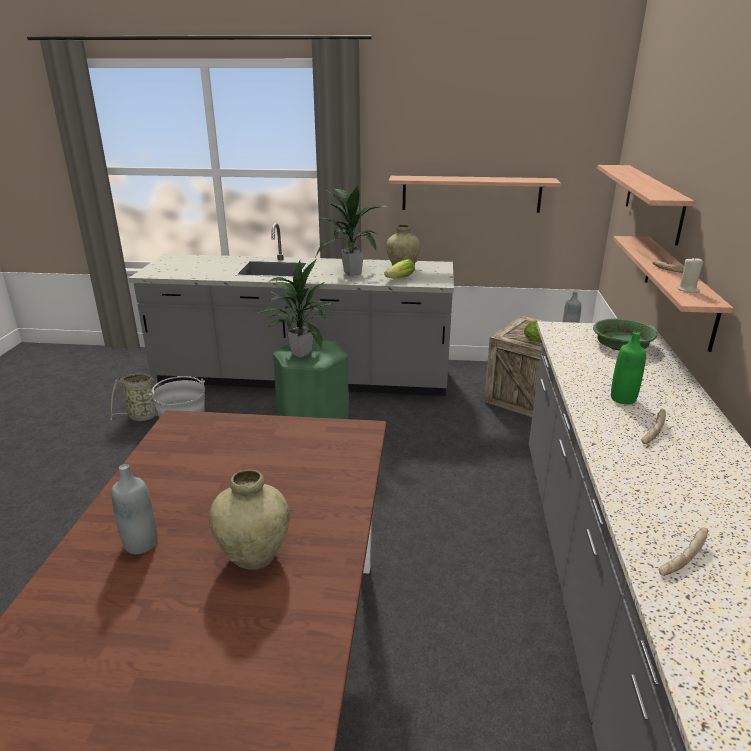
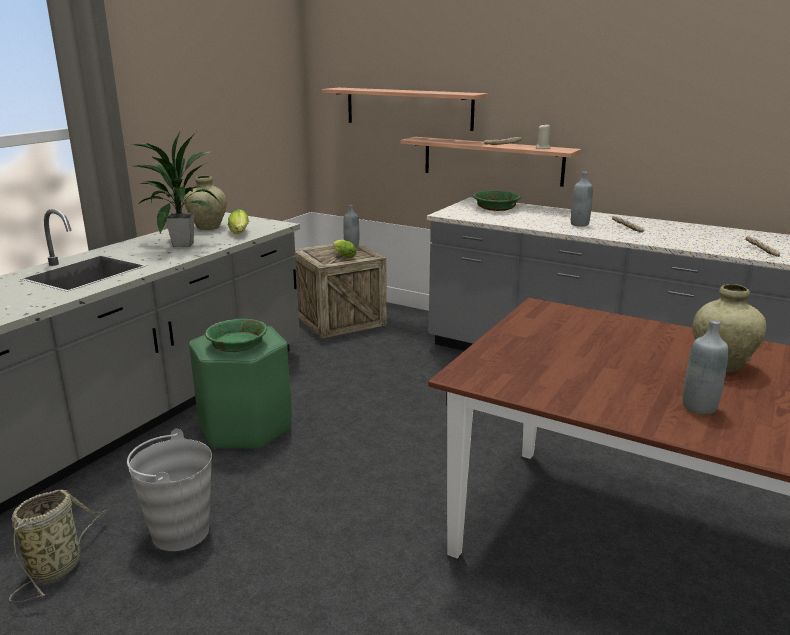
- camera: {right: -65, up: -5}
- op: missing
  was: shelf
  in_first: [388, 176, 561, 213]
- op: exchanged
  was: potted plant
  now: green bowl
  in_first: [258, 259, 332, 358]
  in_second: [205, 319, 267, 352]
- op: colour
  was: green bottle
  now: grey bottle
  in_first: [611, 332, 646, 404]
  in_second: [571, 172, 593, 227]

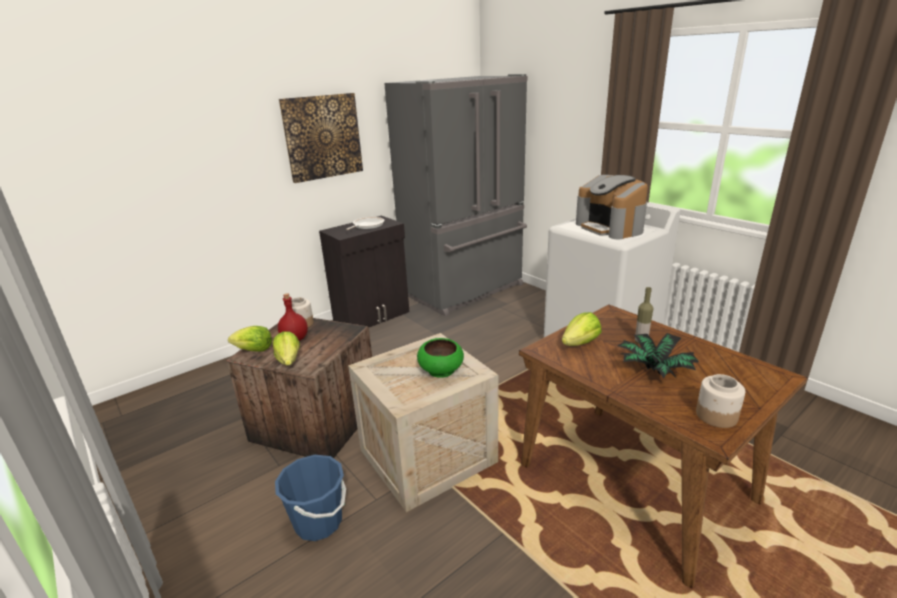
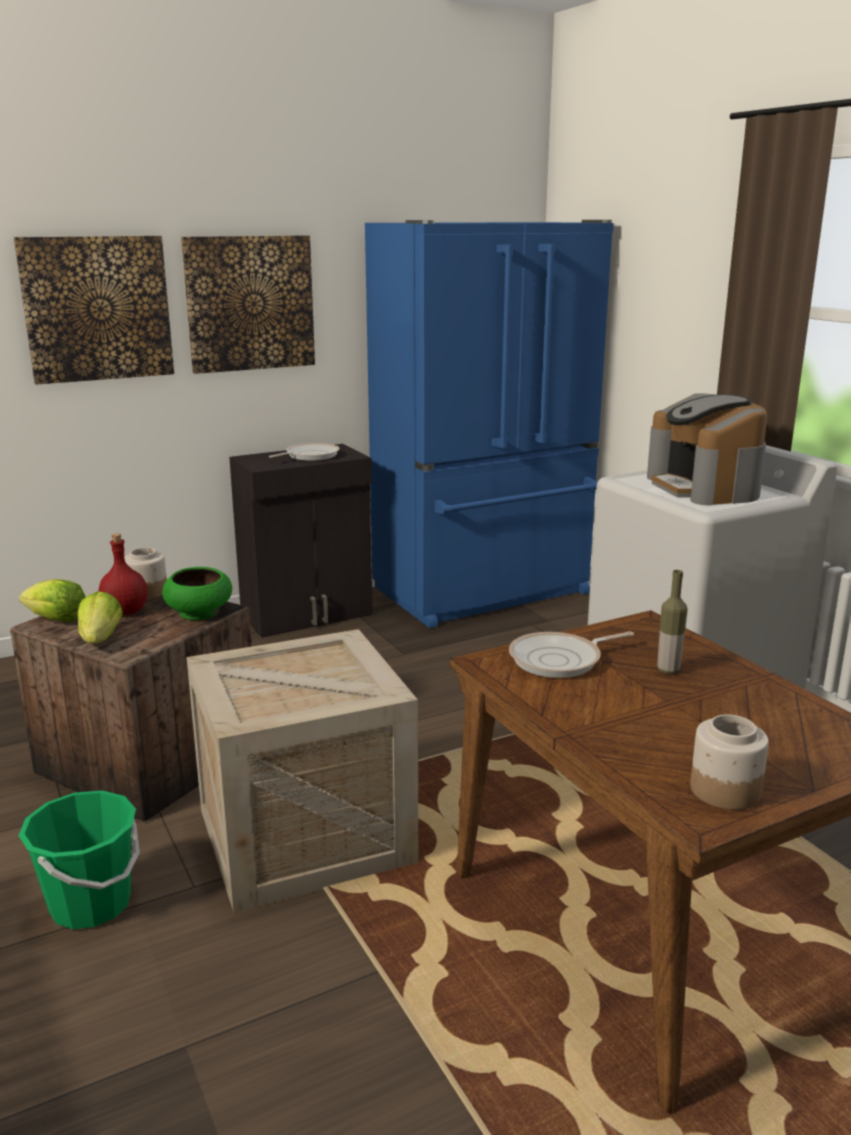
- camera: {right: 10, up: -5}
- op: missing
  was: potted plant
  in_first: [617, 333, 699, 378]
- op: appeared
  now: picture
  in_second: [14, 236, 174, 385]
- op: relocated
  was: green bowl
  in_first: [417, 338, 464, 378]
  in_second: [162, 567, 232, 620]
- op: exchanged
  was: lettuce
  now: frying pan
  in_first: [562, 312, 601, 346]
  in_second: [509, 631, 634, 678]
- op: colour
  was: blue bucket
  now: green bucket
  in_first: [275, 455, 346, 541]
  in_second: [18, 790, 140, 929]
- op: colour
  was: grey fridge
  now: blue fridge
  in_first: [384, 74, 527, 316]
  in_second: [365, 220, 614, 628]

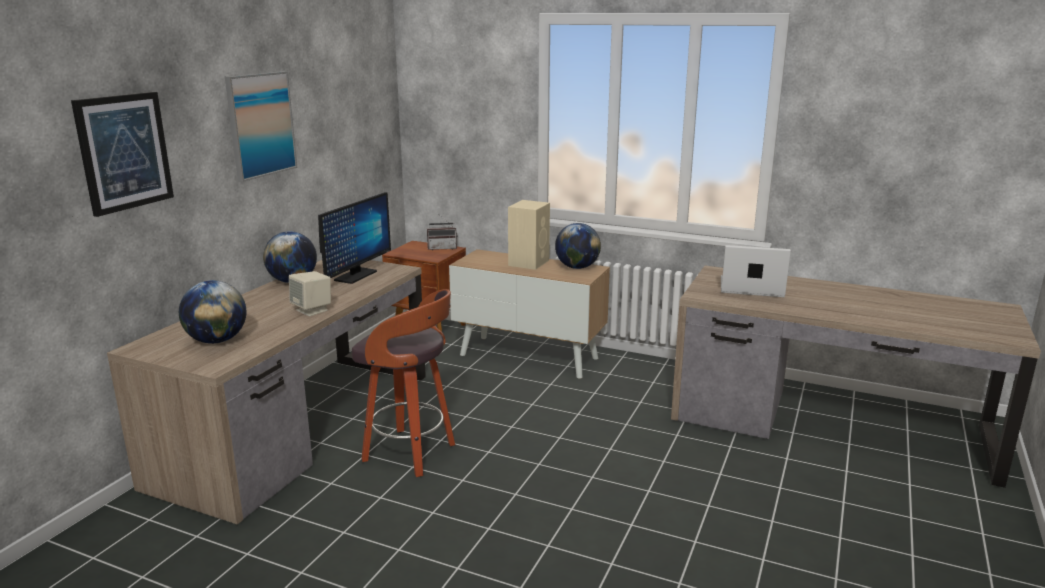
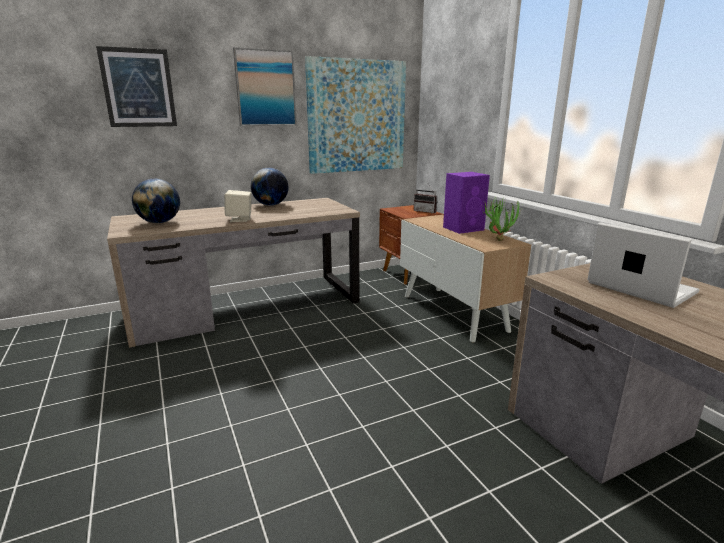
- camera: {right: 40, up: 0}
- op: missing
  was: monitor
  in_first: [318, 192, 391, 284]
- op: missing
  was: stool
  in_first: [352, 289, 455, 477]
- op: appeared
  now: picture
  in_second: [305, 56, 406, 174]
- op: exchanged
  was: globe
  now: potted plant
  in_first: [555, 223, 601, 269]
  in_second: [481, 199, 520, 241]
- op: colour
  was: beige speaker
  now: purple speaker
  in_first: [508, 200, 550, 270]
  in_second: [443, 172, 490, 234]

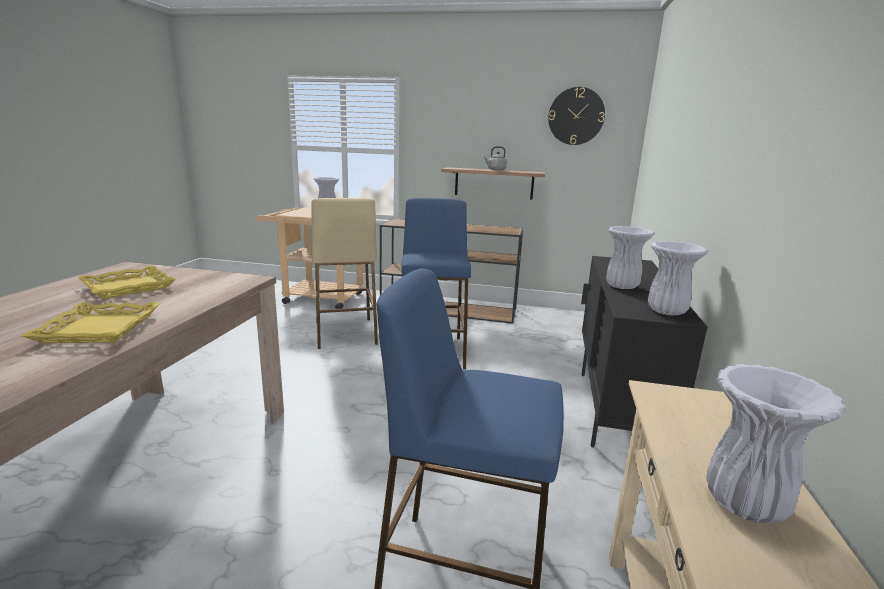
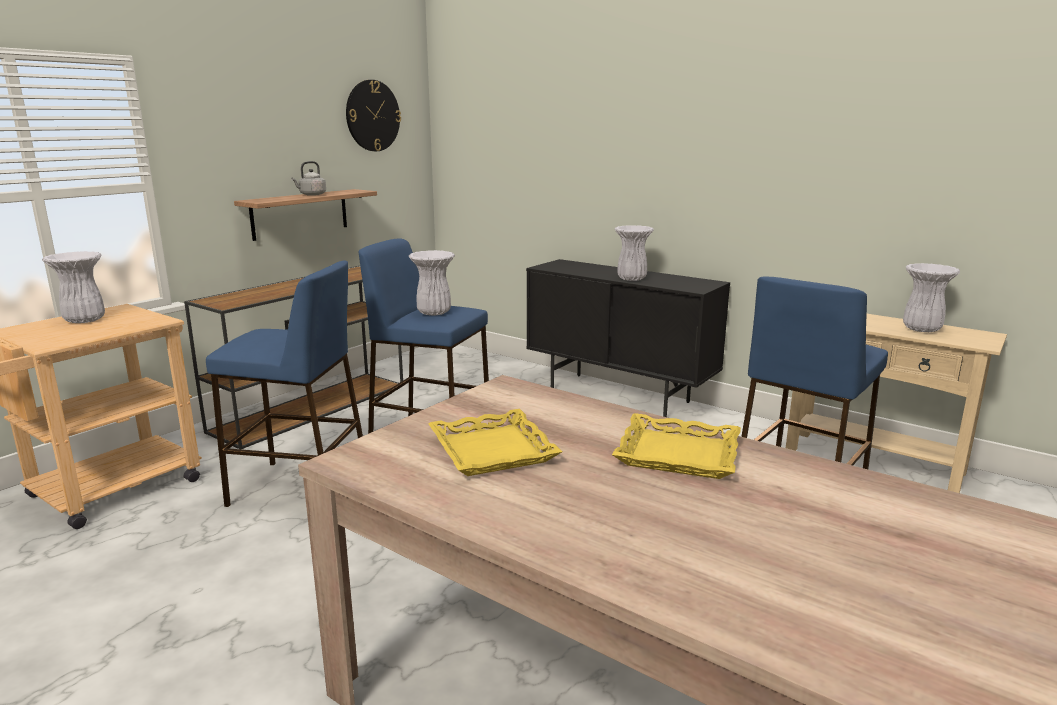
- camera: {right: -65, up: 0}
- op: relocated
  was: white vase
  in_first: [648, 241, 708, 316]
  in_second: [409, 250, 455, 315]
- op: colour
  was: beige stool
  now: blue stool
  in_first: [311, 198, 378, 349]
  in_second: [206, 261, 363, 507]

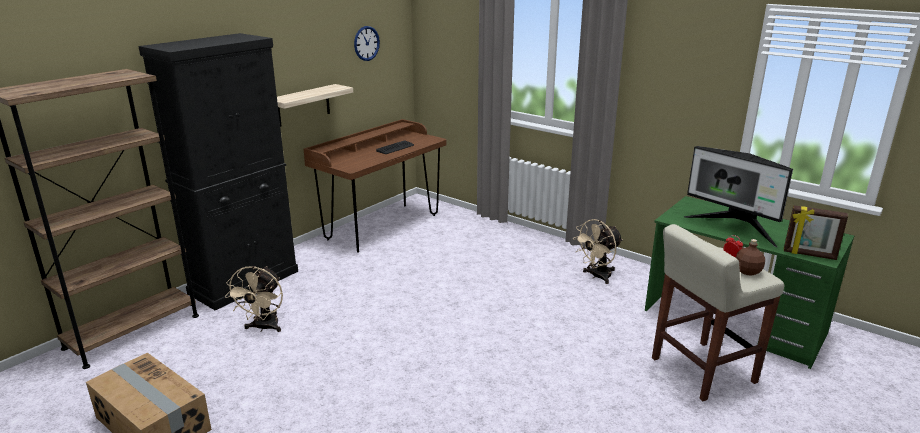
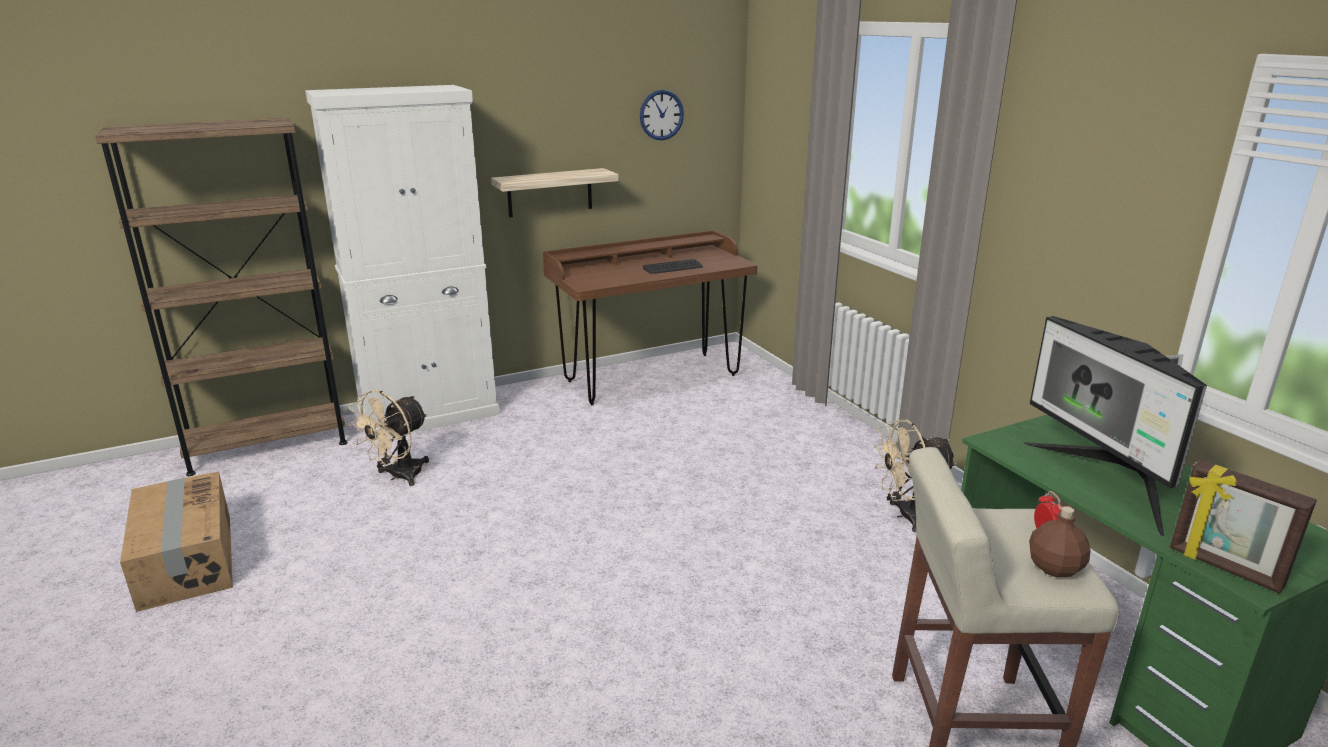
- camera: {right: 25, up: 0}
- op: colour
  was: black cabinet
  now: white cabinet
  in_first: [139, 33, 298, 310]
  in_second: [305, 85, 500, 441]

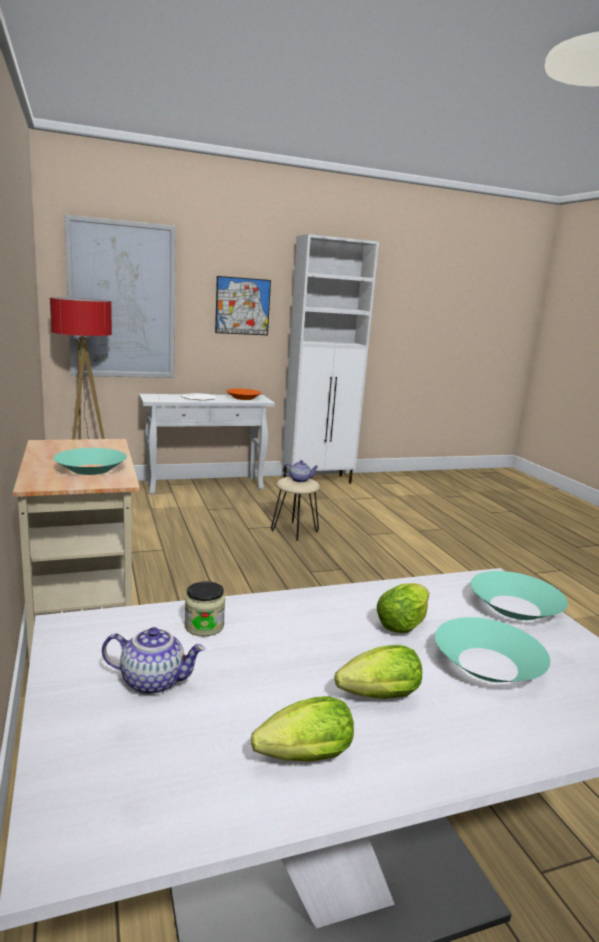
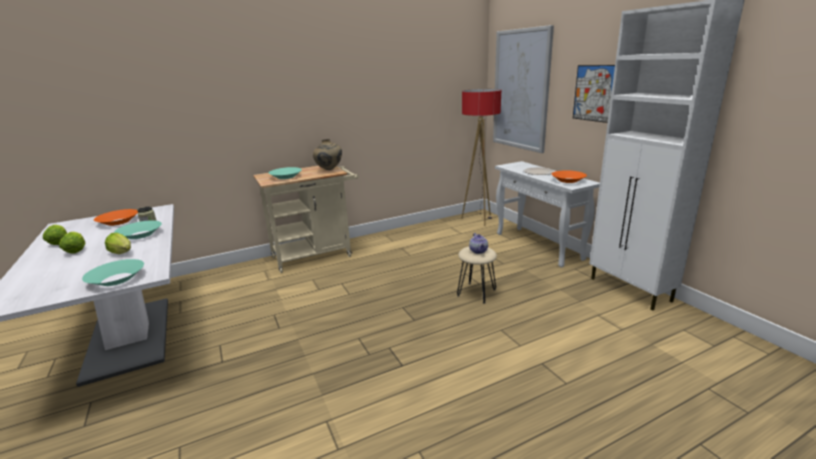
- camera: {right: 85, up: 5}
- op: appeared
  now: beige vase
  in_second: [313, 139, 342, 170]
- op: relocated
  was: turquoise bowl
  in_first: [435, 617, 550, 682]
  in_second: [114, 220, 162, 239]
- op: exchanged
  was: teapot
  now: orange bowl
  in_first: [102, 627, 205, 695]
  in_second: [94, 209, 138, 226]

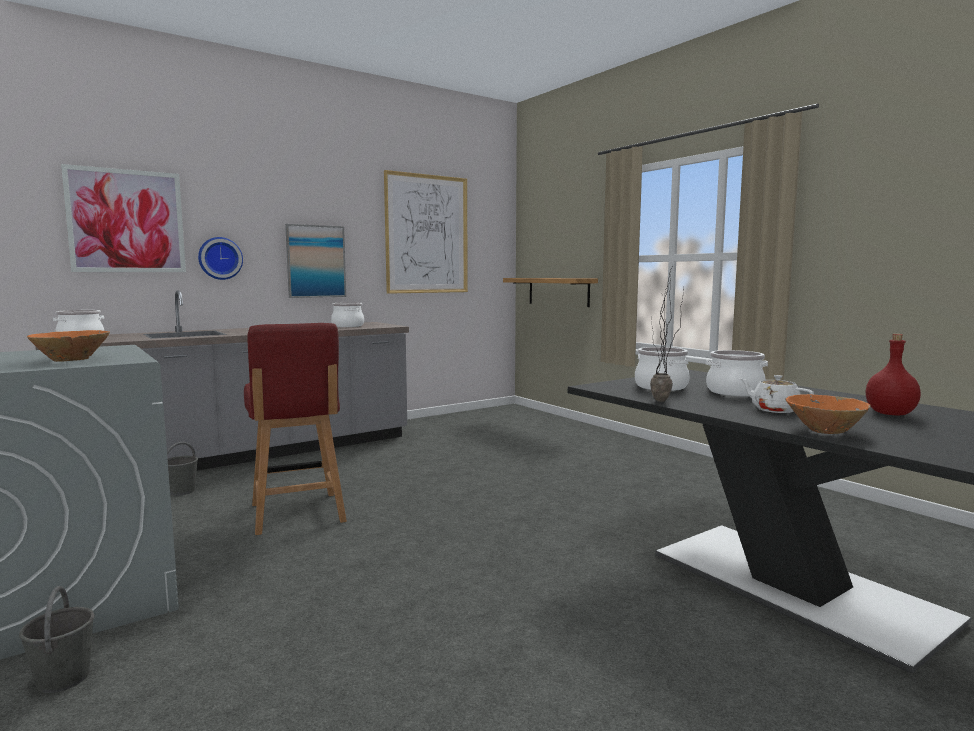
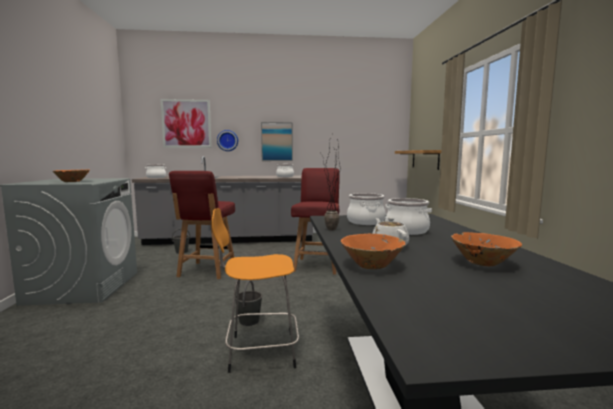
- camera: {right: 30, up: 0}
- op: missing
  was: picture
  in_first: [384, 170, 468, 294]
- op: appeared
  now: orange stool
  in_second: [212, 208, 299, 373]
- op: appeared
  now: red chair
  in_second: [291, 168, 340, 275]
- op: relocated
  was: grey bucket
  in_first: [19, 586, 95, 693]
  in_second: [235, 280, 262, 326]
- op: exchanged
  was: red bottle
  now: orange bowl
  in_first: [866, 334, 921, 415]
  in_second: [451, 232, 522, 266]

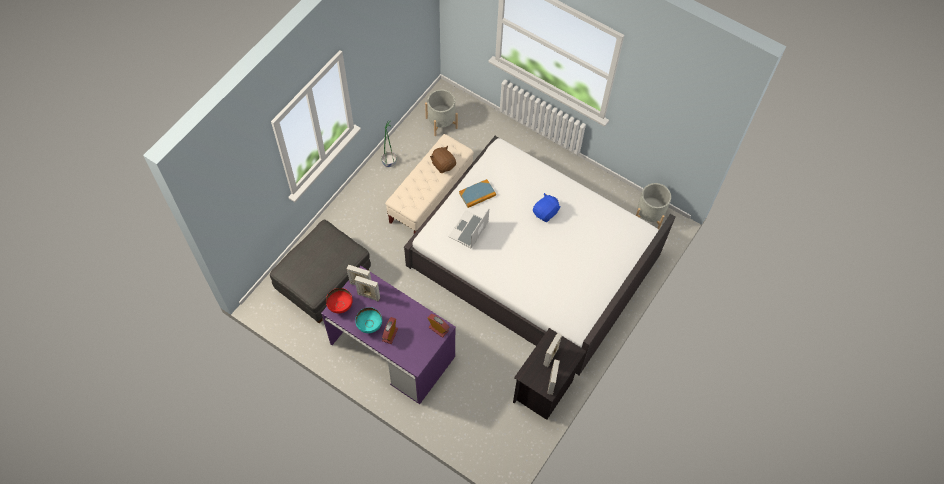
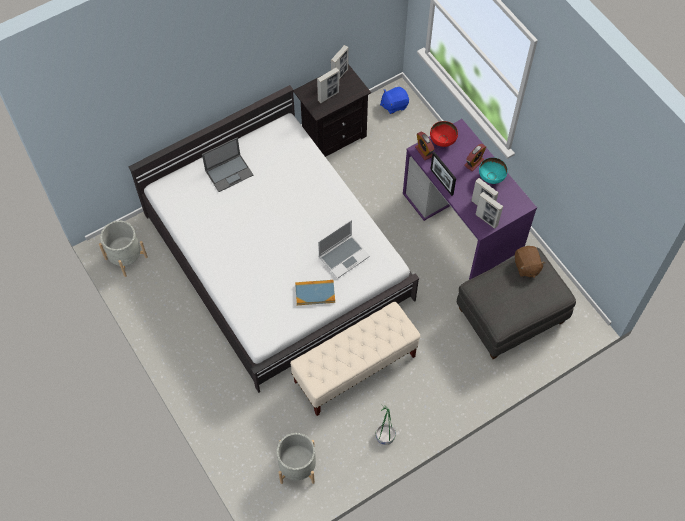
- camera: {right: -155, up: 0}
- op: appeared
  now: laptop
  in_second: [202, 137, 253, 192]
- op: appeared
  now: picture frame
  in_second: [430, 152, 456, 196]
- op: relocated
  was: red bowl
  in_first: [326, 288, 353, 313]
  in_second: [430, 121, 458, 147]
- op: relocated
  was: brown plush toy
  in_first: [430, 146, 456, 173]
  in_second: [515, 246, 545, 278]
- op: relocated
  was: blue plush toy
  in_first: [533, 193, 561, 222]
  in_second: [380, 87, 409, 114]

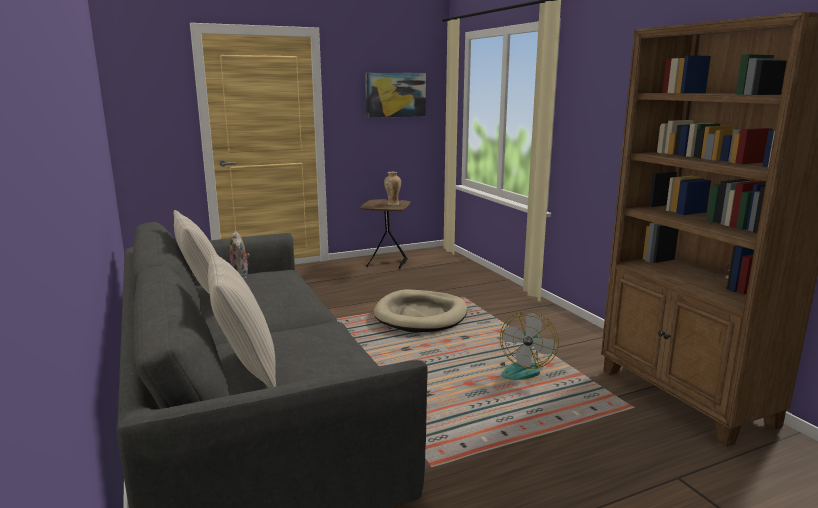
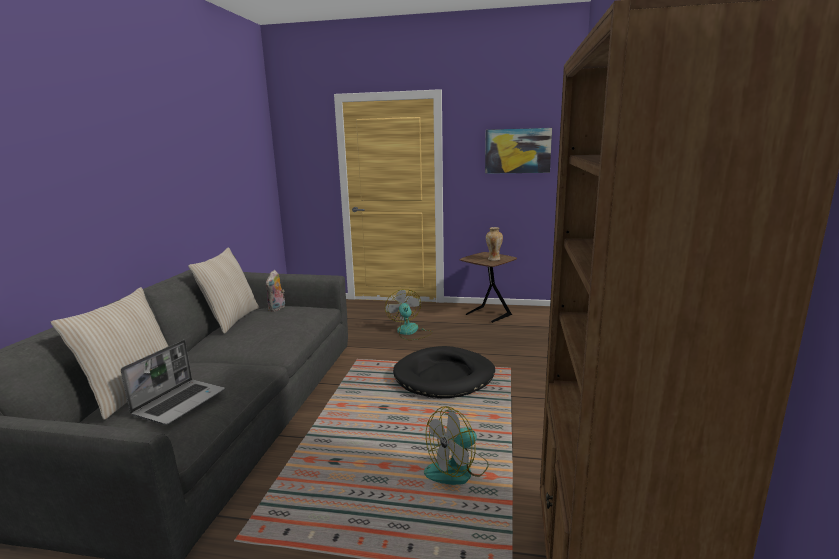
- camera: {right: 35, up: 0}
- op: appeared
  now: laptop
  in_second: [121, 340, 225, 425]
- op: appeared
  now: fan
  in_second: [385, 289, 433, 340]
- op: colour
  was: beige dog bed
  now: black dog bed
  in_first: [374, 289, 467, 332]
  in_second: [393, 346, 495, 398]

